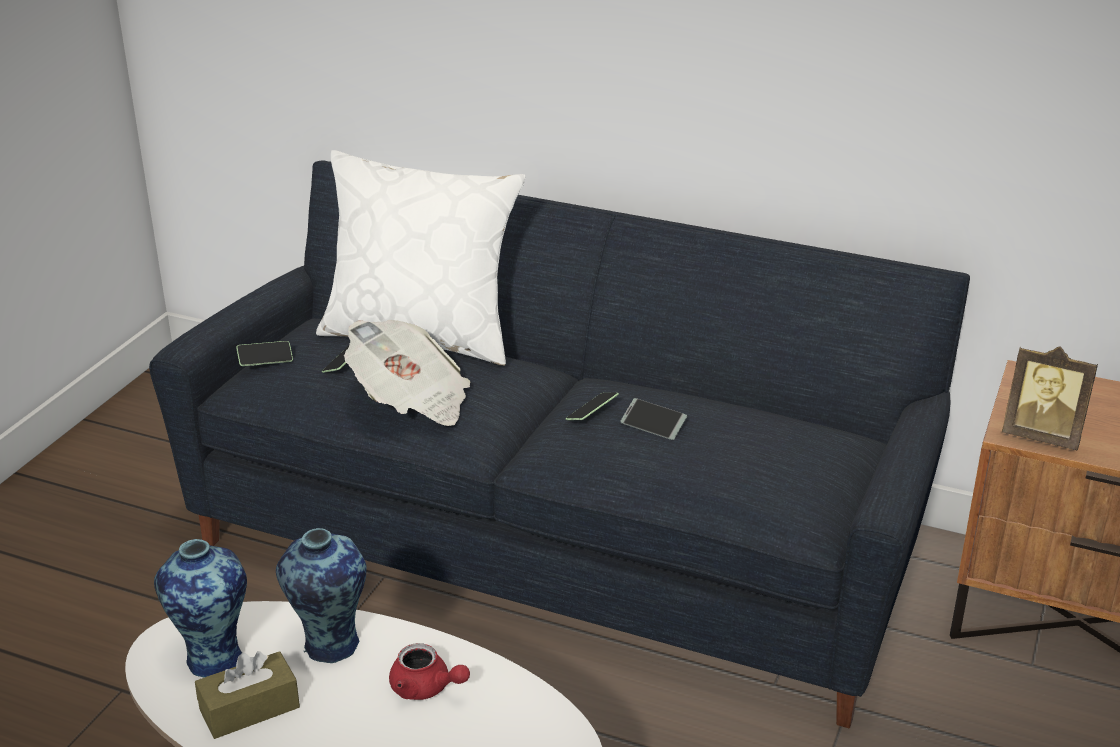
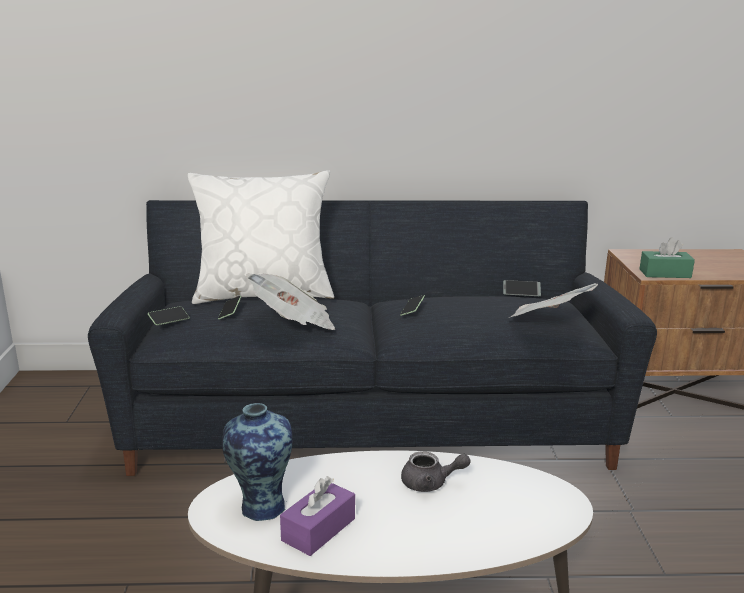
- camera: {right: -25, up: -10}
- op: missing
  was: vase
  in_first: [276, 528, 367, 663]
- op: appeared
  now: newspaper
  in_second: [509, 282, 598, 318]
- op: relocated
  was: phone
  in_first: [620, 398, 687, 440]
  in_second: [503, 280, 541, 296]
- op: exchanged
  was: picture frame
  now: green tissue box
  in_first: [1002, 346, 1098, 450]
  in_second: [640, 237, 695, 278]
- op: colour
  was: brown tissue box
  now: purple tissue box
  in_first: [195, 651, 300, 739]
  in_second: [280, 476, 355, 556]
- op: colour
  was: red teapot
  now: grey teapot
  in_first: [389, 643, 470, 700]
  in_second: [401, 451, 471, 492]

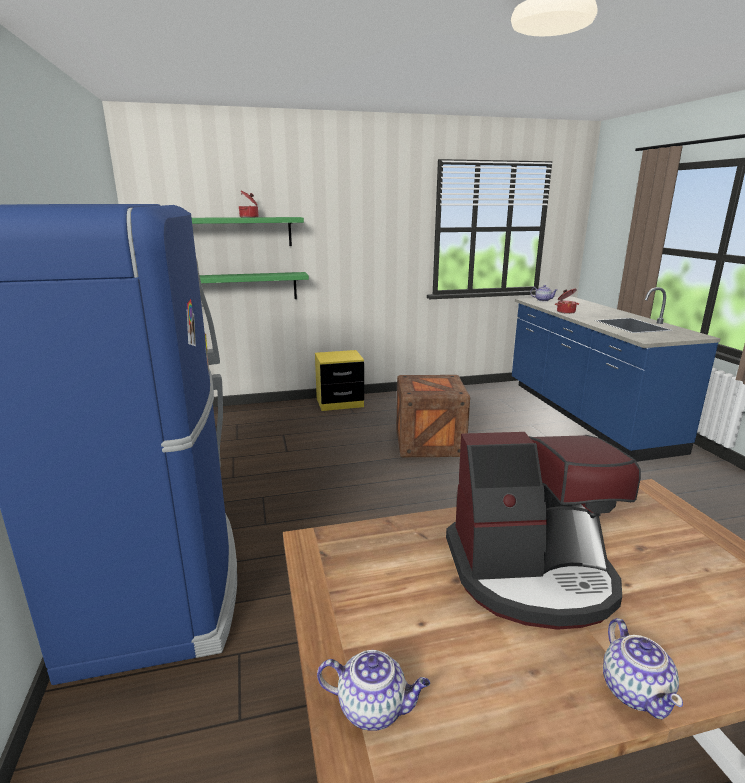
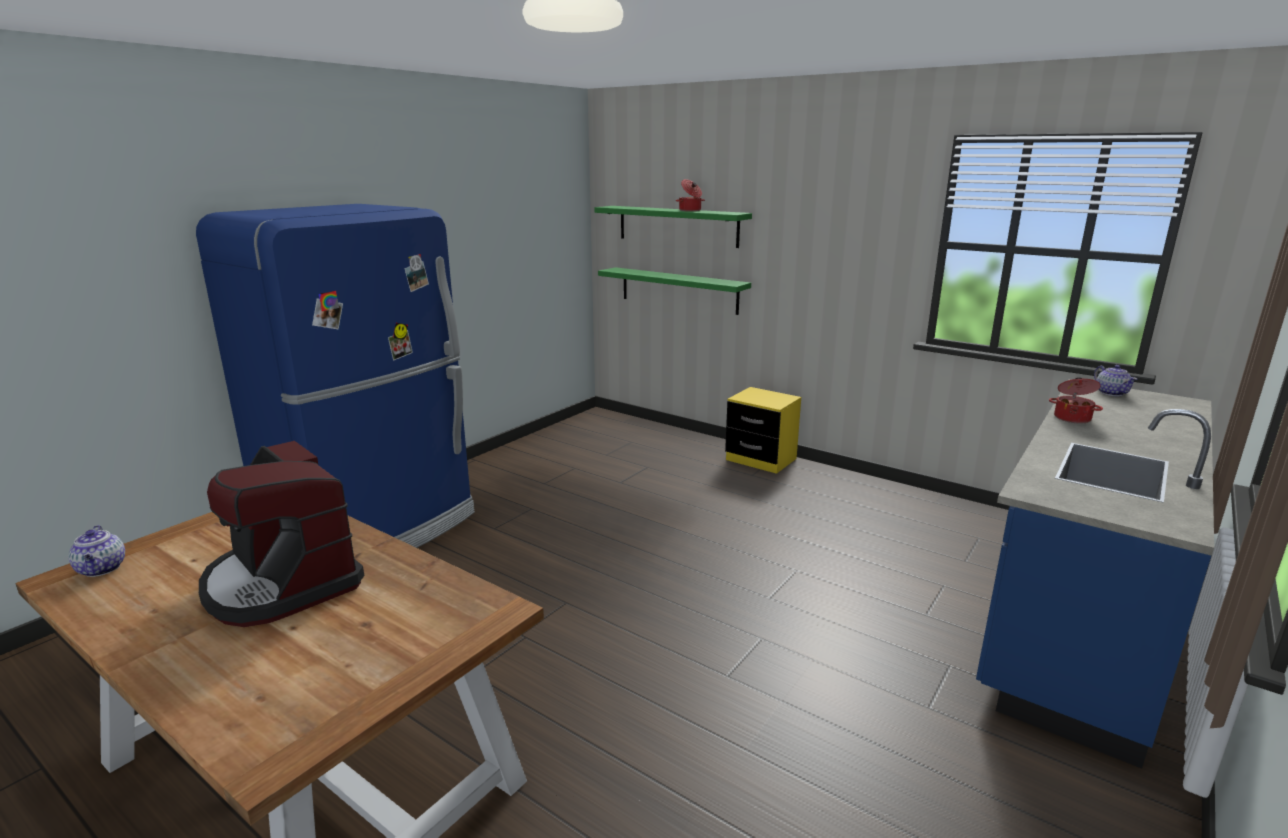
- camera: {right: 50, up: 0}
- op: missing
  was: crate
  in_first: [396, 375, 470, 457]
- op: missing
  was: teapot
  in_first: [603, 618, 683, 719]

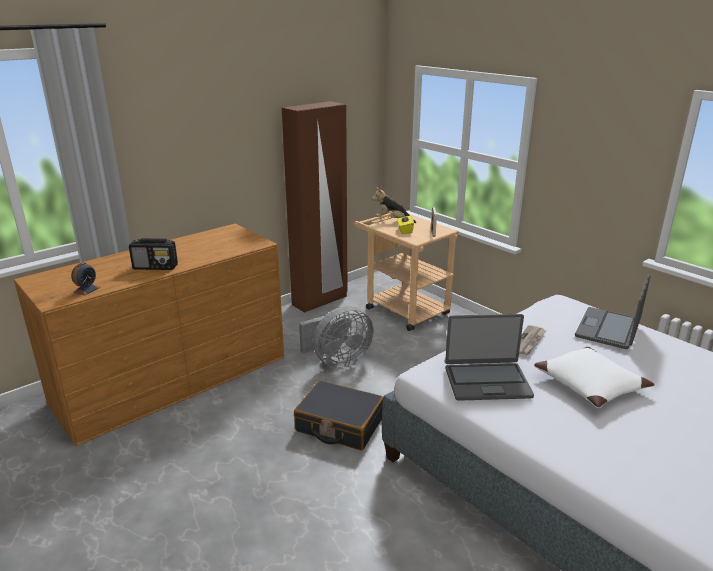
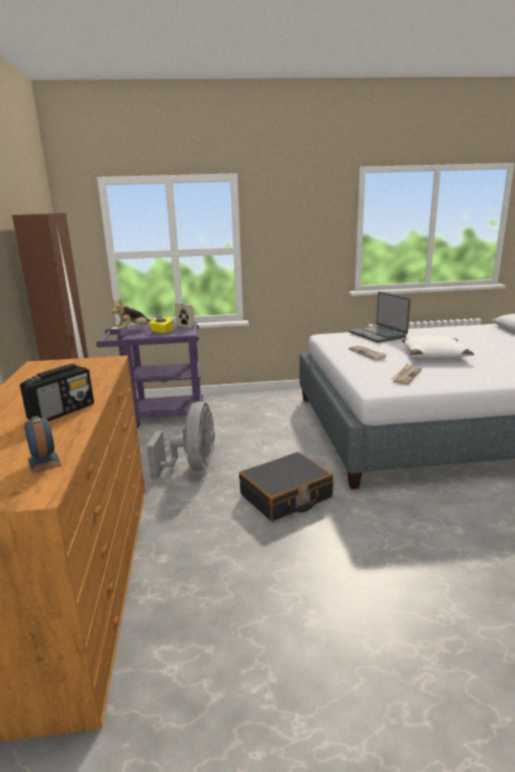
- camera: {right: -55, up: -5}
- op: exchanged
  was: laptop
  now: newspaper
  in_first: [445, 314, 534, 401]
  in_second: [391, 363, 422, 385]
- op: colour
  was: beige cart
  now: purple cart
  in_first: [354, 211, 459, 331]
  in_second: [96, 321, 203, 428]

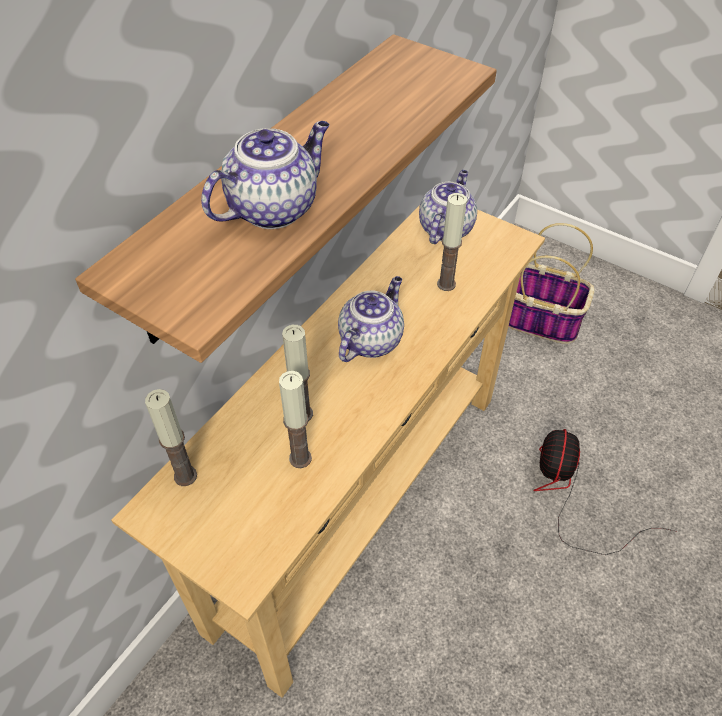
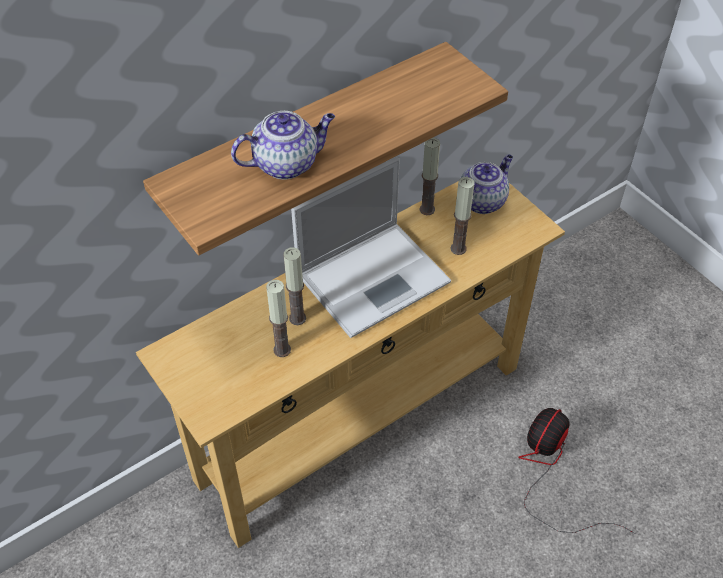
- camera: {right: 20, up: 0}
- op: missing
  was: basket
  in_first: [508, 223, 595, 344]
- op: relocated
  was: candle
  in_first: [145, 389, 197, 486]
  in_second: [419, 138, 440, 215]
- op: exchanged
  was: teapot
  now: laptop
  in_first: [338, 276, 404, 362]
  in_second: [291, 157, 451, 338]

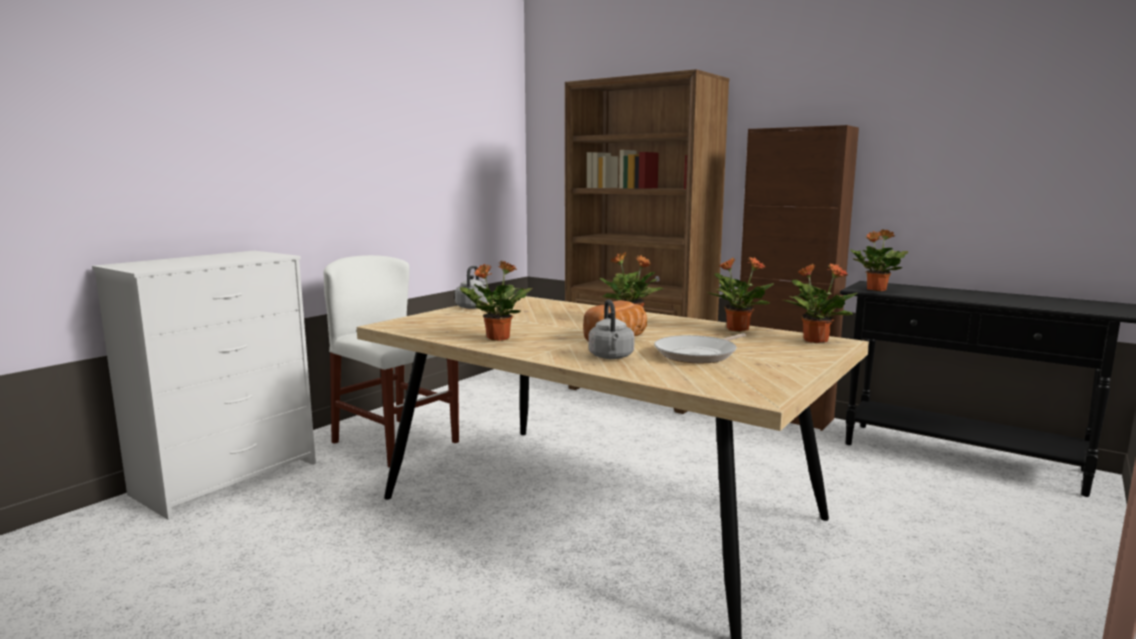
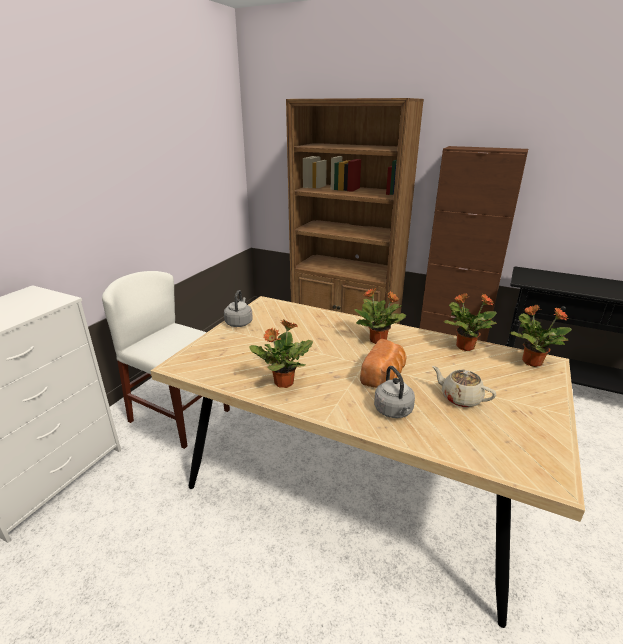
- camera: {right: -10, up: 15}
- op: missing
  was: potted plant
  in_first: [851, 229, 908, 291]
- op: exchanged
  was: frying pan
  now: beige teapot
  in_first: [654, 333, 746, 363]
  in_second: [432, 366, 496, 407]

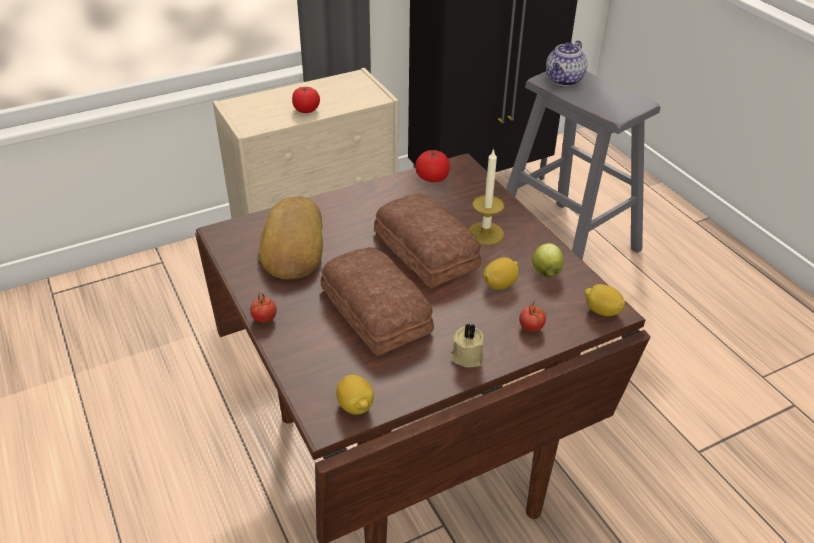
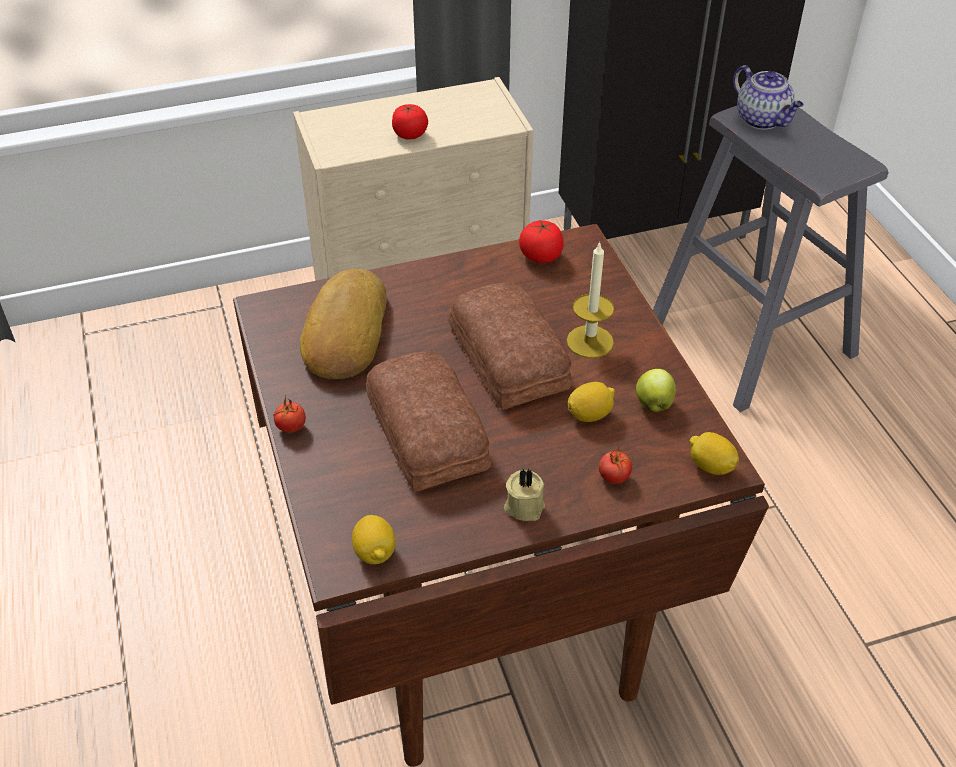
- camera: {right: 10, up: 5}
- op: spun
  was: teapot
  in_first: [546, 40, 587, 86]
  in_second: [733, 65, 804, 129]
  clockwise: -75

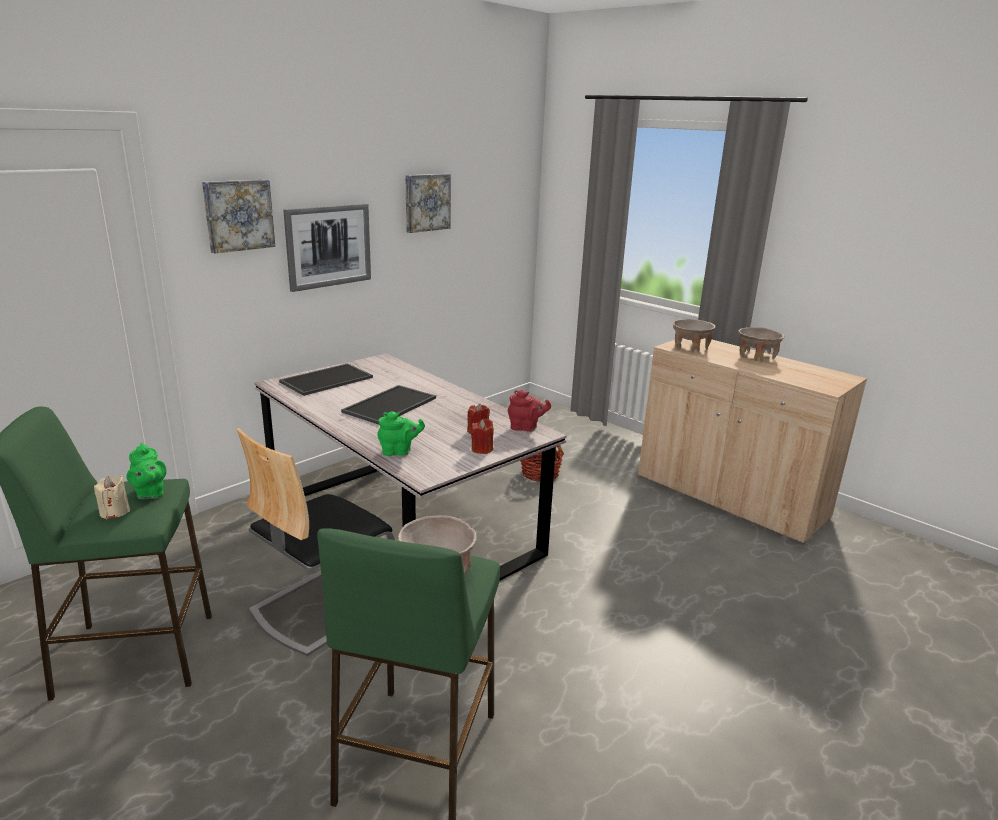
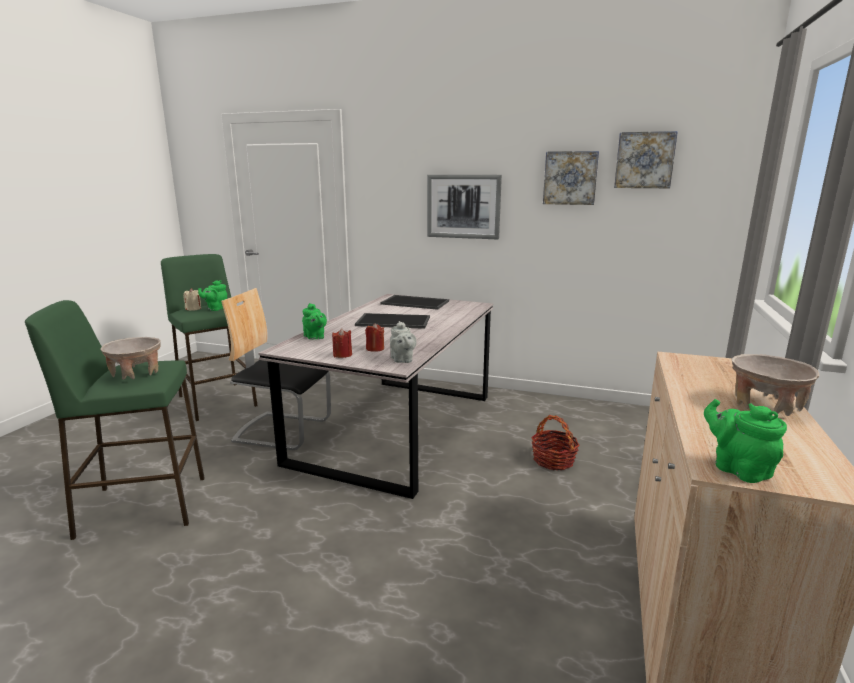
- camera: {right: 65, up: -5}
- op: missing
  was: beige bowl
  in_first: [673, 319, 715, 352]
- op: appeared
  now: green teapot
  in_second: [704, 399, 787, 483]
- op: relocated
  was: picture
  in_first: [202, 179, 275, 253]
  in_second: [614, 131, 678, 188]
- op: colour
  was: red teapot
  now: grey teapot
  in_first: [508, 390, 551, 432]
  in_second: [390, 321, 416, 363]

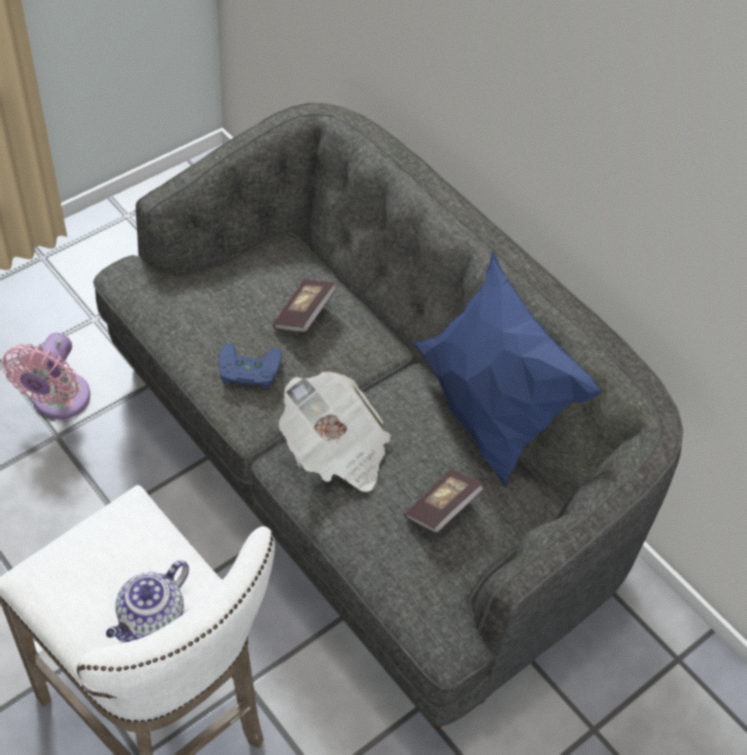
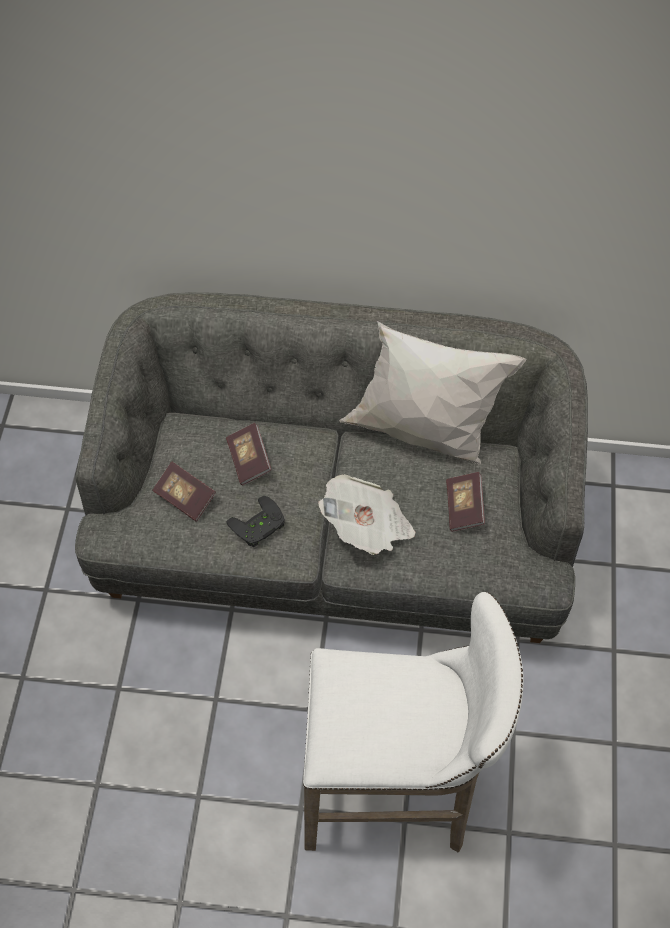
- camera: {right: -40, up: 5}
- op: missing
  was: pink fan
  in_first: [2, 333, 90, 419]
- op: missing
  was: teapot
  in_first: [106, 560, 189, 642]
- op: appeared
  now: book
  in_second: [152, 462, 216, 522]
- op: colour
  was: blue game controller
  now: black game controller
  in_first: [219, 344, 282, 388]
  in_second: [226, 496, 285, 548]
- op: colour
  was: blue pillow
  now: white pillow
  in_first: [414, 251, 602, 488]
  in_second: [339, 321, 526, 465]

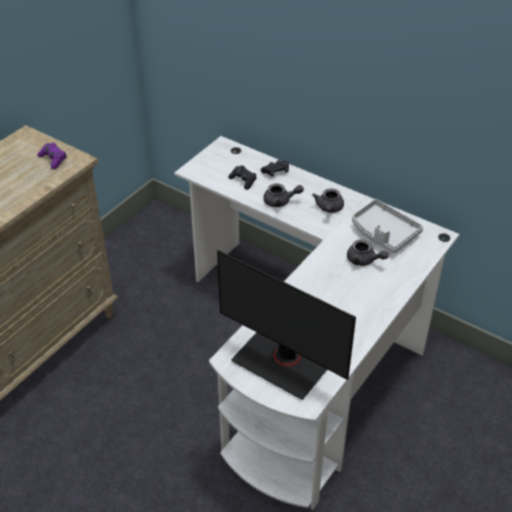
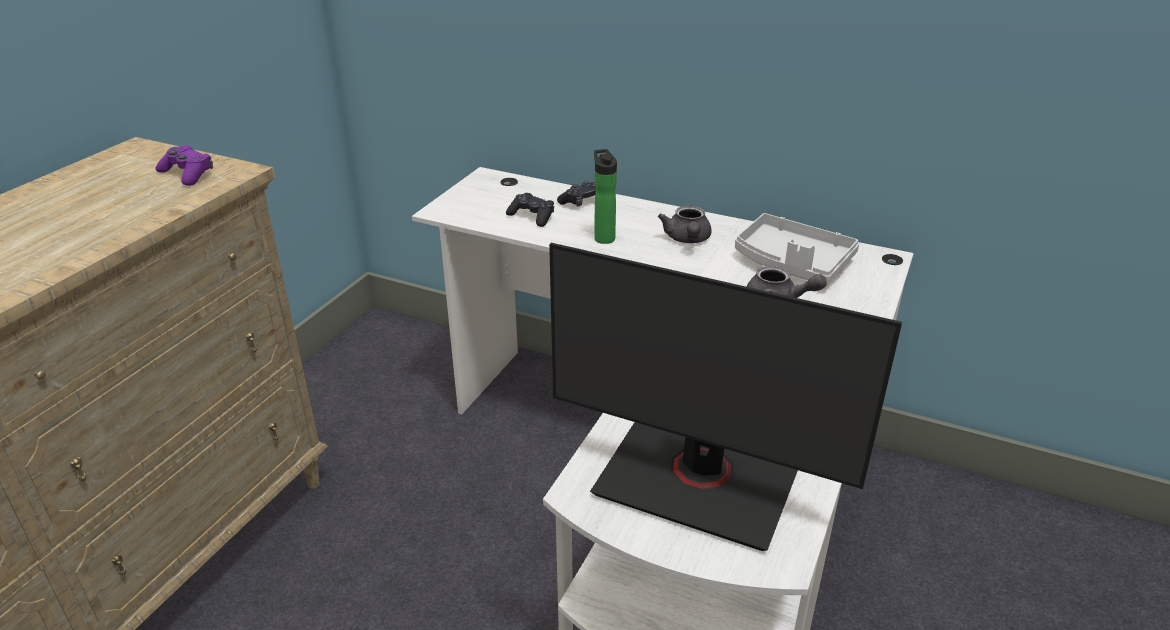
- camera: {right: -10, up: -10}
- op: exchanged
  was: grey teapot
  now: bottle
  in_first: [263, 183, 304, 207]
  in_second: [594, 149, 617, 244]

